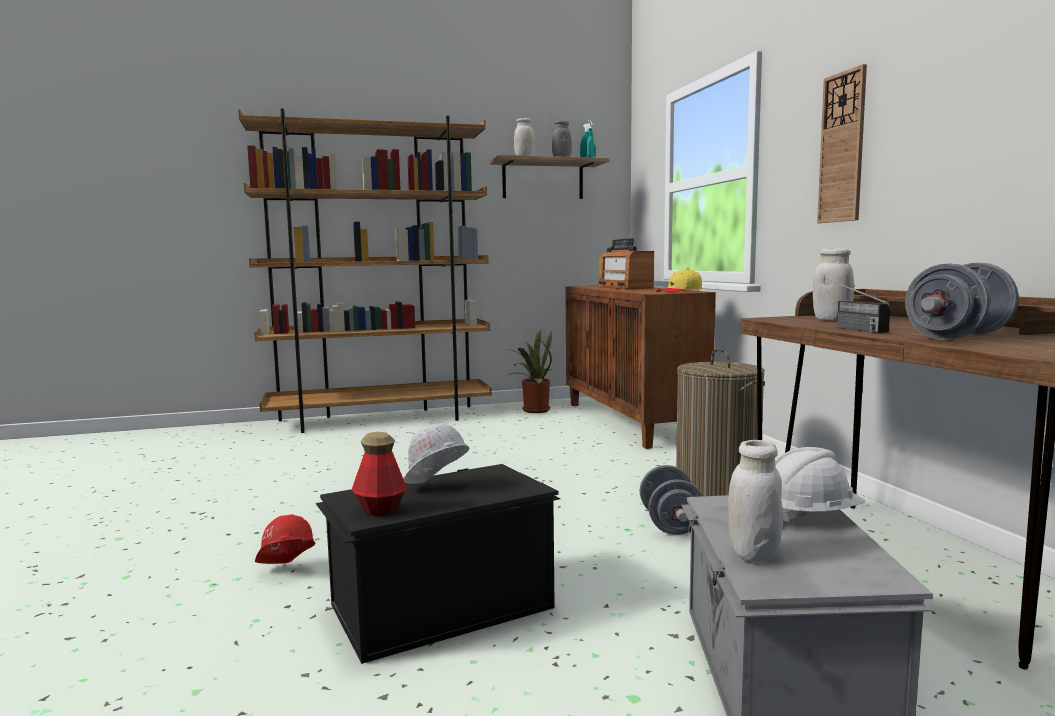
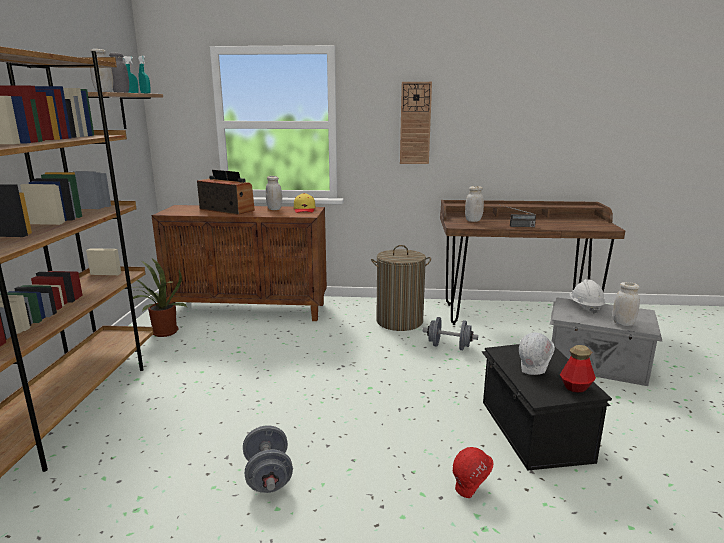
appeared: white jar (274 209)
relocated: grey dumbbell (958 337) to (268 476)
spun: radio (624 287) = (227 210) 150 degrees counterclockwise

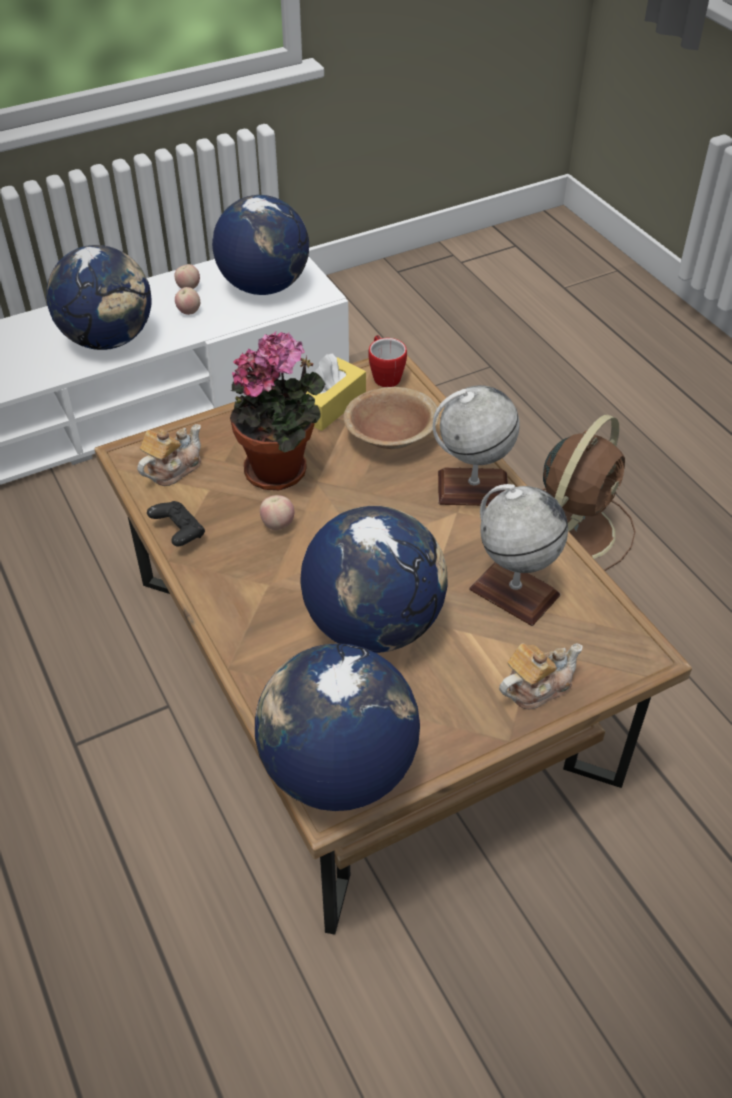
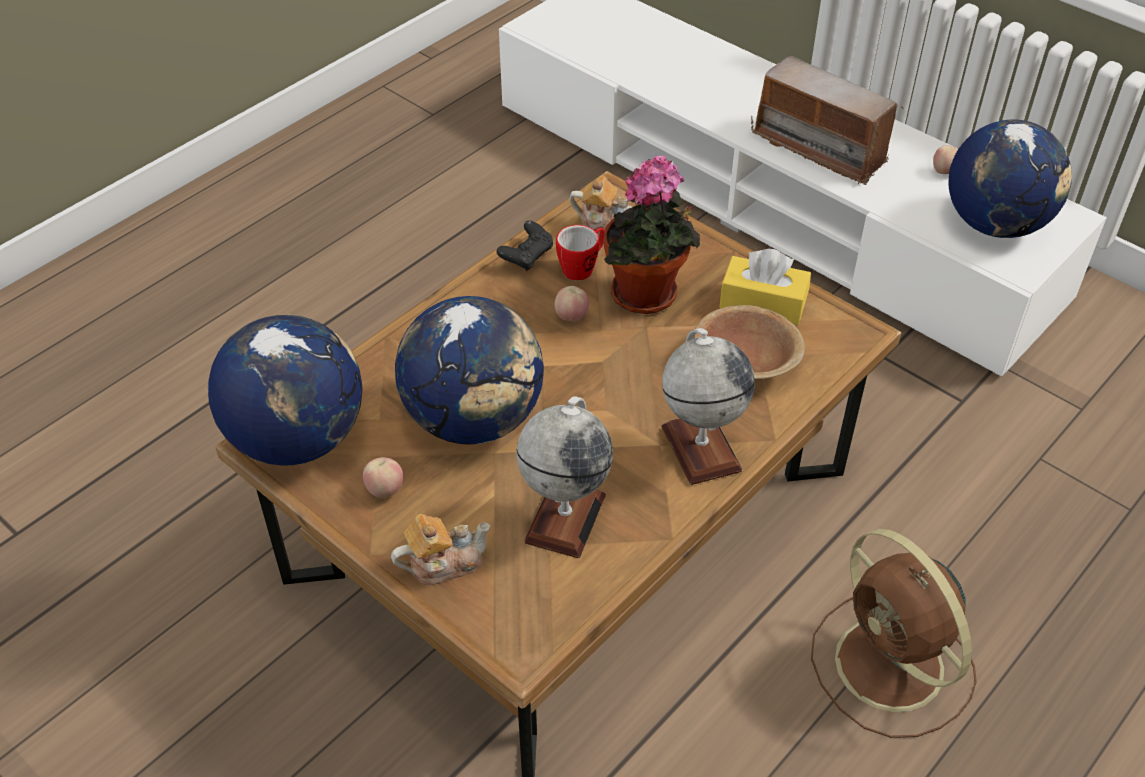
relocated: apple (189 312) to (385 490); mug (384 375) to (582 267)
exchanged: globe (108 339) to radio (820 148)
spun: teapot (536 687) = (443 562) 60 degrees counterclockwise; brown fan (576 528) = (892 668) 45 degrees clockwise

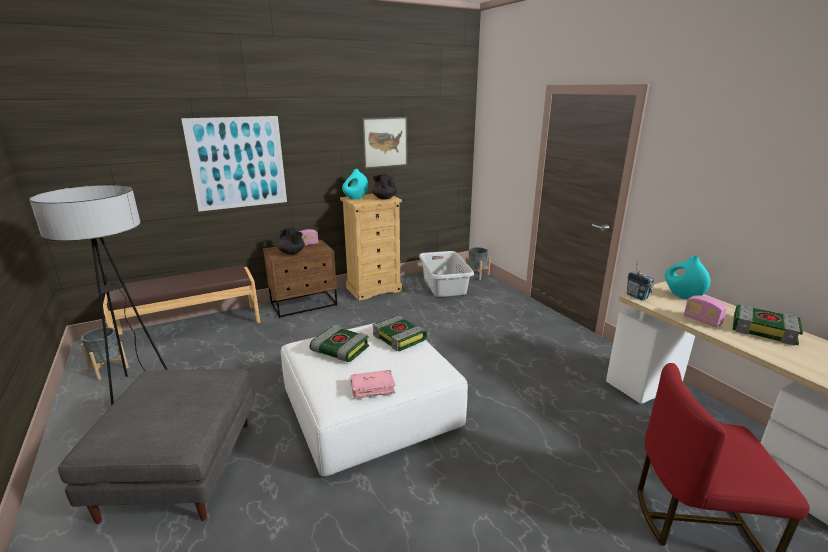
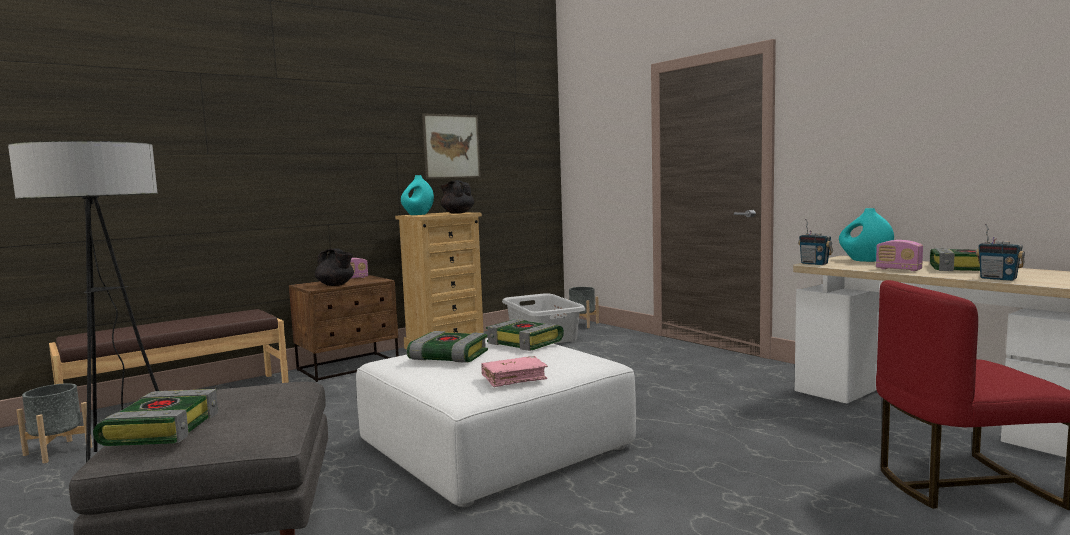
missing: picture (238 163)
appeared: book (161 429); radio (998 279)

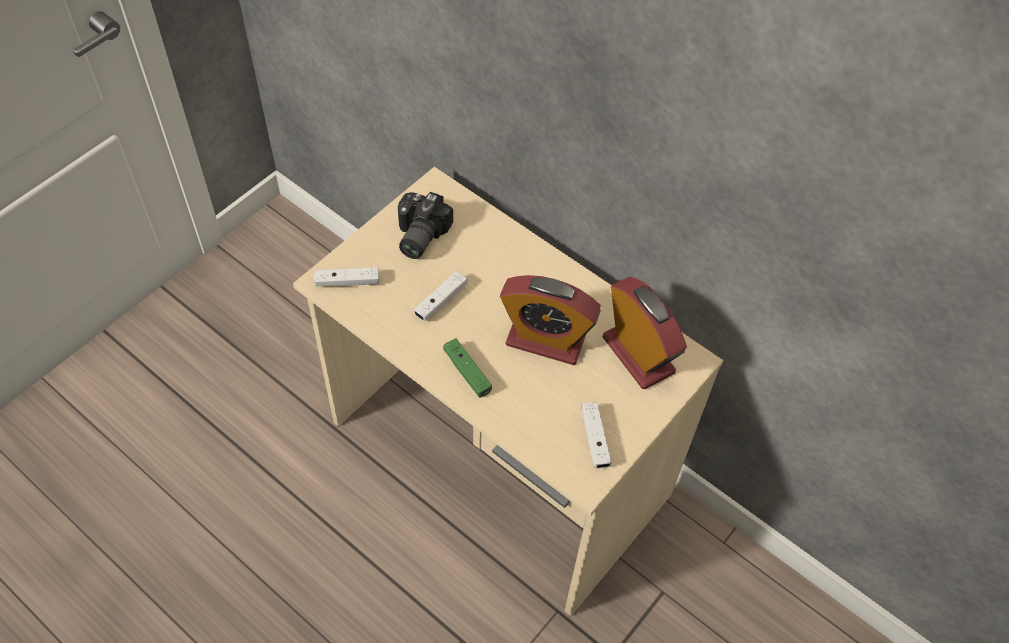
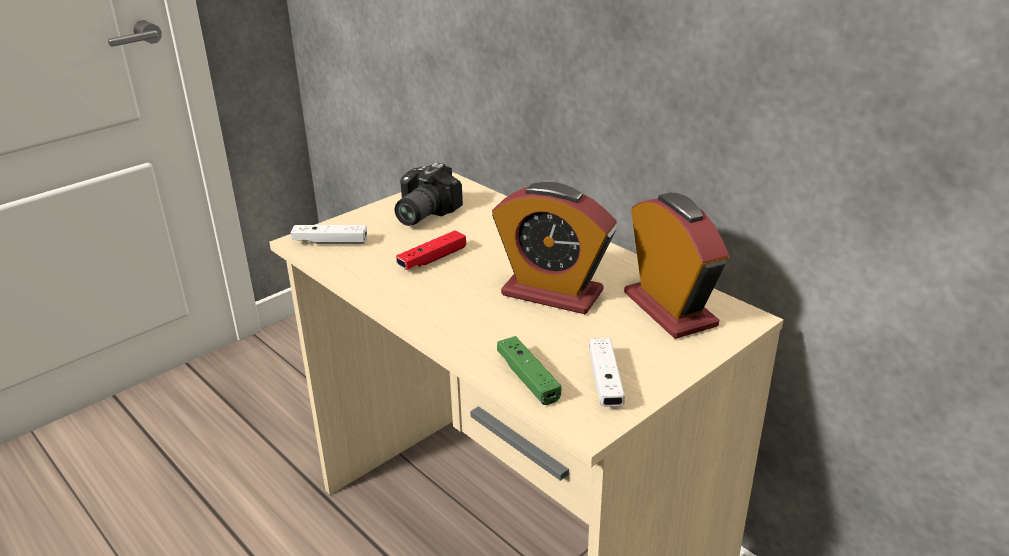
relocated: green game controller (467 372) to (528 378)
colour: white game controller (441 301) to red game controller (432 259)

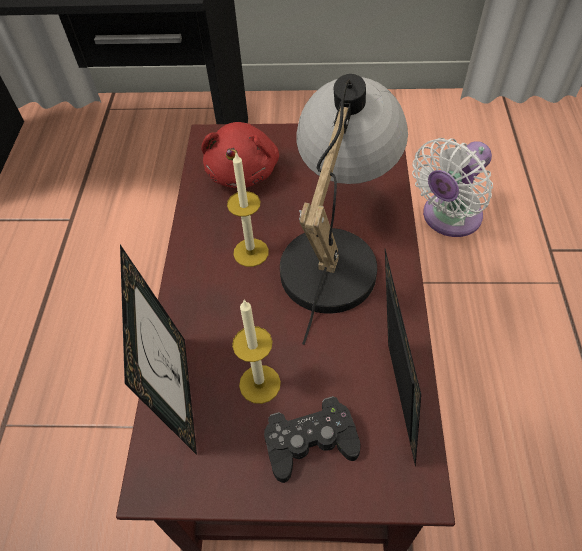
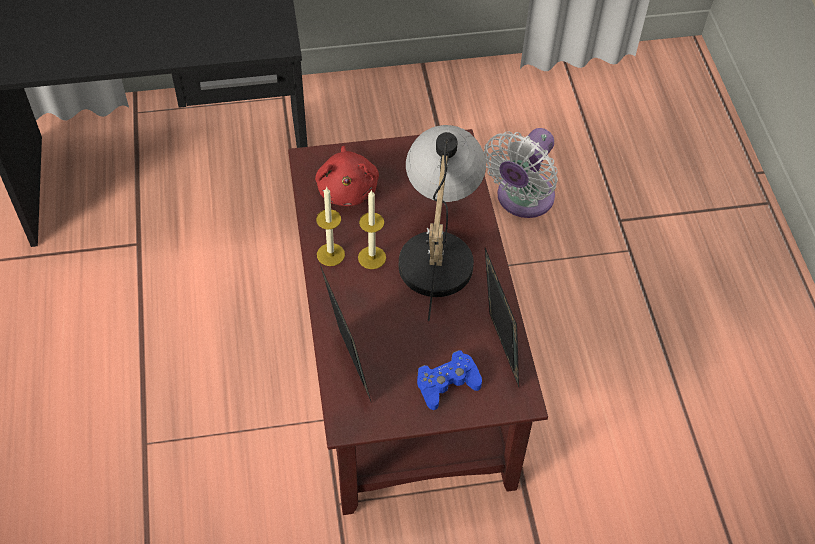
relocated: candle (260 384) to (330 254)
colour: black game controller (310 442) to blue game controller (447 383)

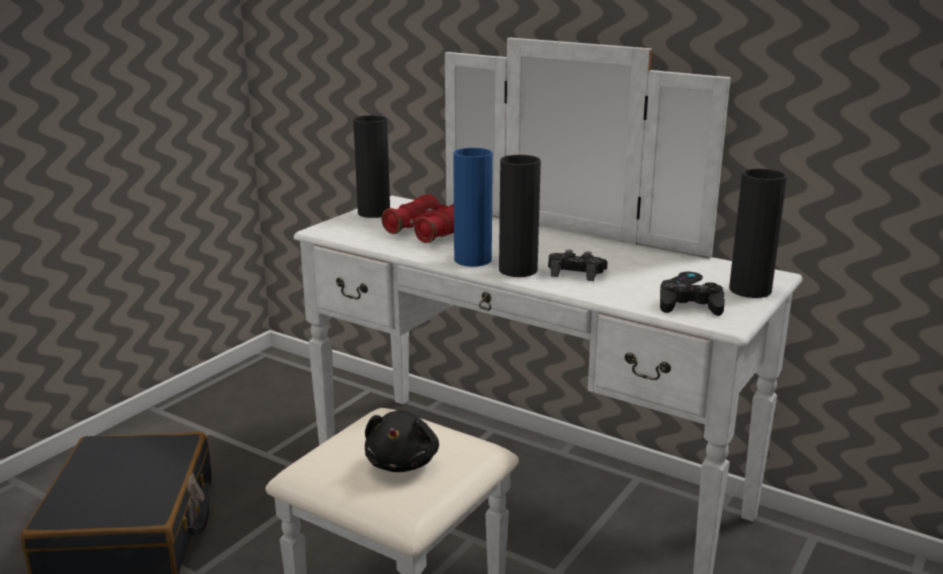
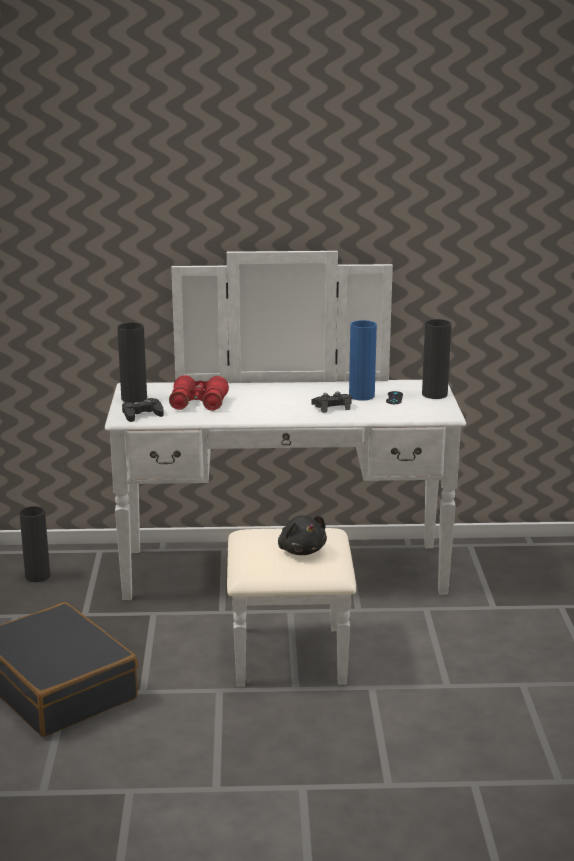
relocated: black vase (518 270) to (37 576); black game controller (690 306) to (142 415); blue vase (473 260) to (361 396)

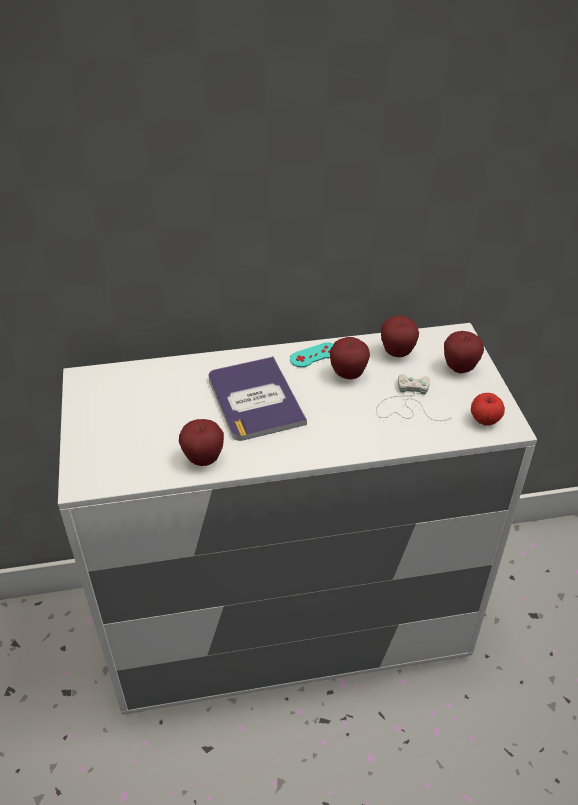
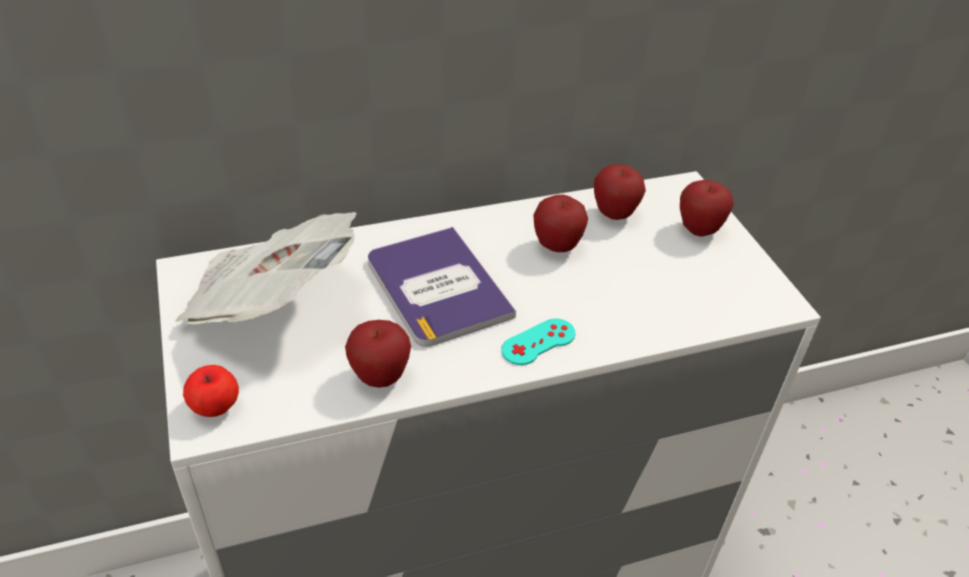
missing: white game controller (407 403)
appeared: newspaper (271 303)
relocated: apple (484 420) to (215 406); turquoise game controller (314 355) to (538 342)

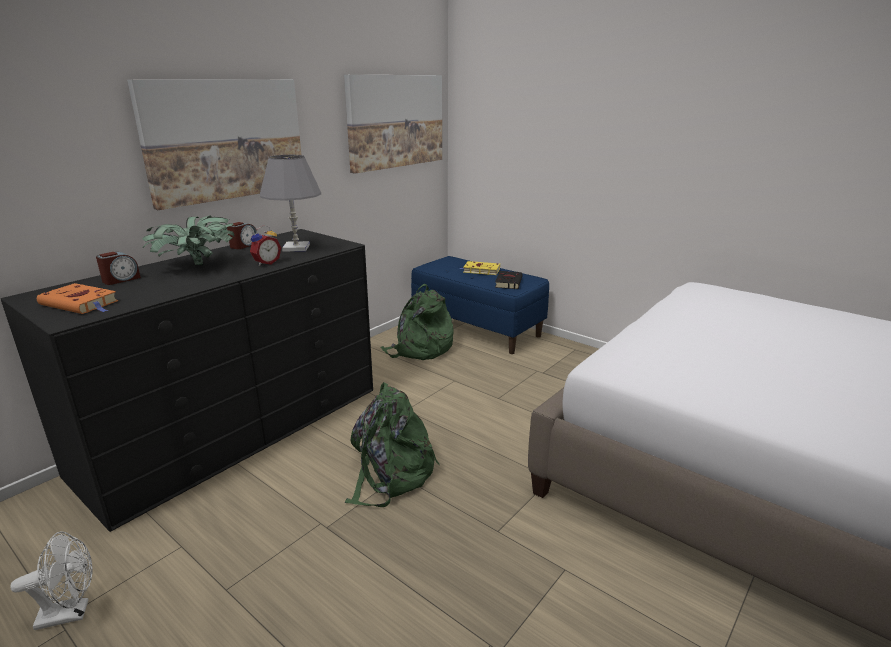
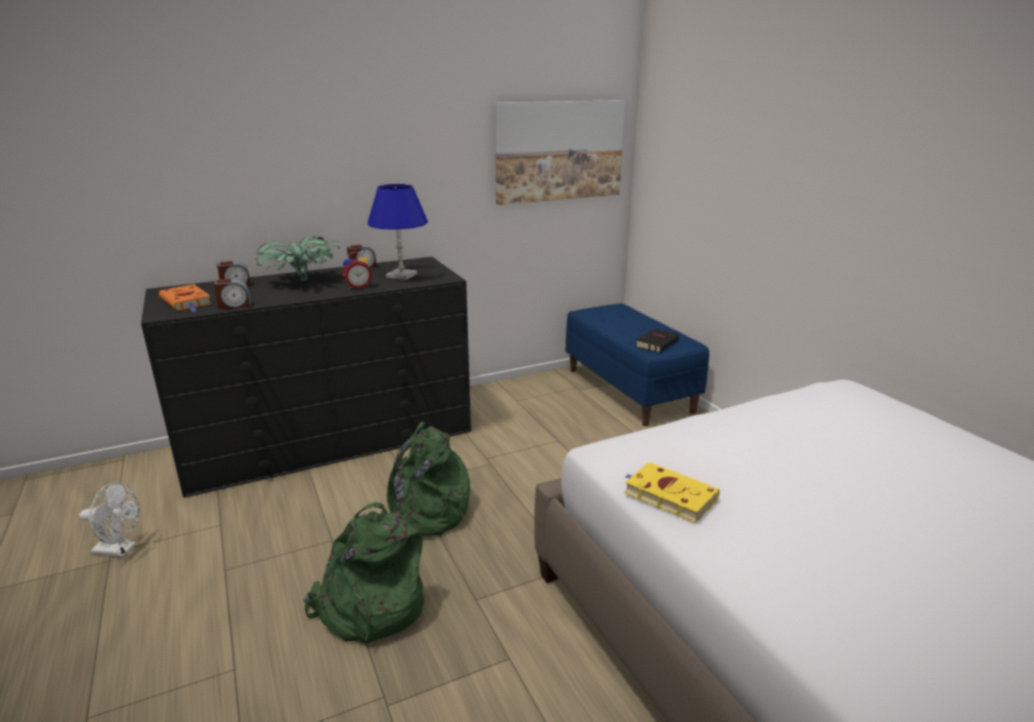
missing: picture (225 140)
appeared: alarm clock (234 305)
relocated: green backpack (420 349) to (369 607); yellow book (480 270) to (667 495)
colour: grey table lamp (296 248) to blue table lamp (401 275)

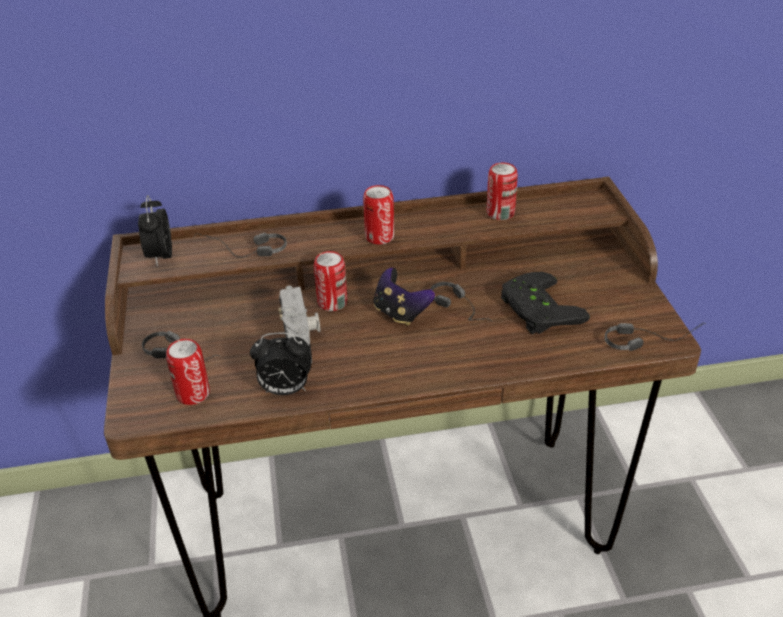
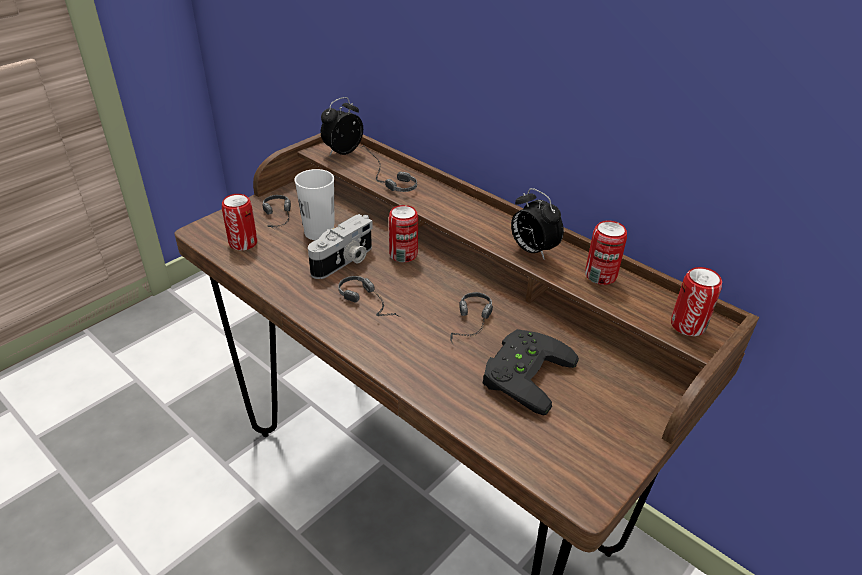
missing: game controller (400 313)
appeared: white cup (319 232)
relocated: headphones (650 338) to (374 305); alarm clock (285 390) to (532 250); can (379 237) to (687 325)

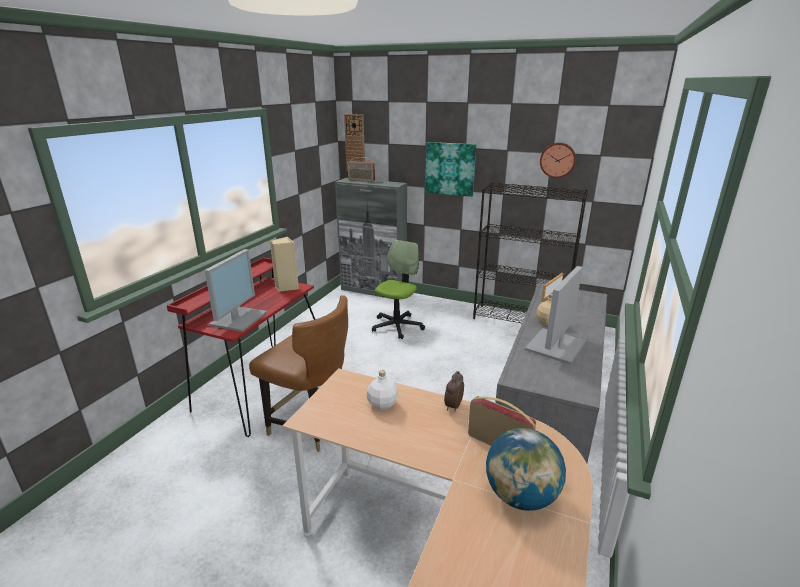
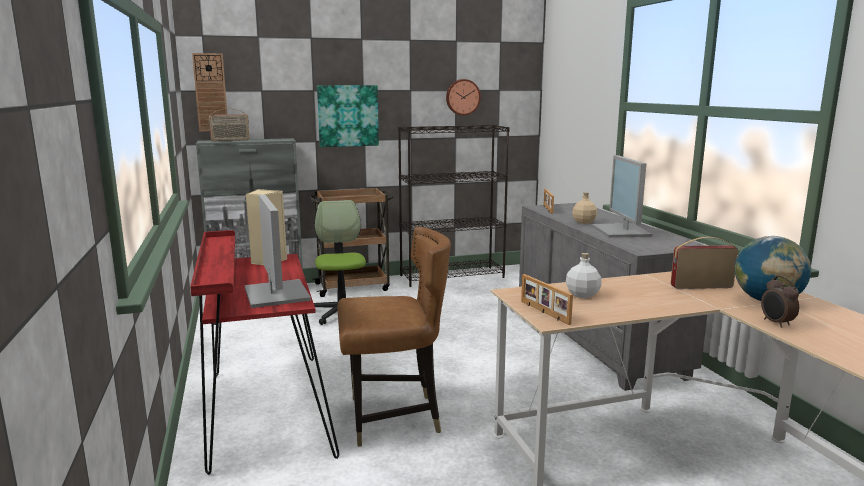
appeared: brown cart (353 287); picture frame (544 312)
relocated: alarm clock (453 406) to (776 323)

